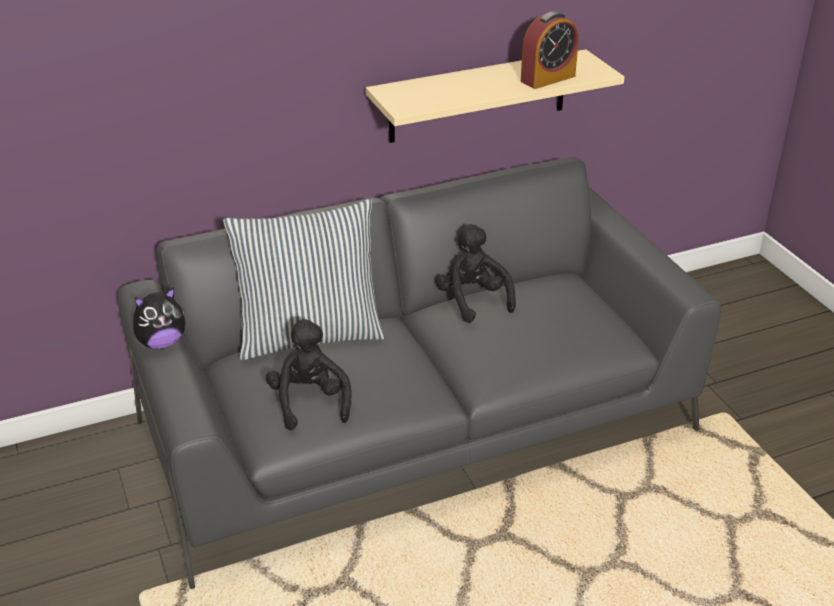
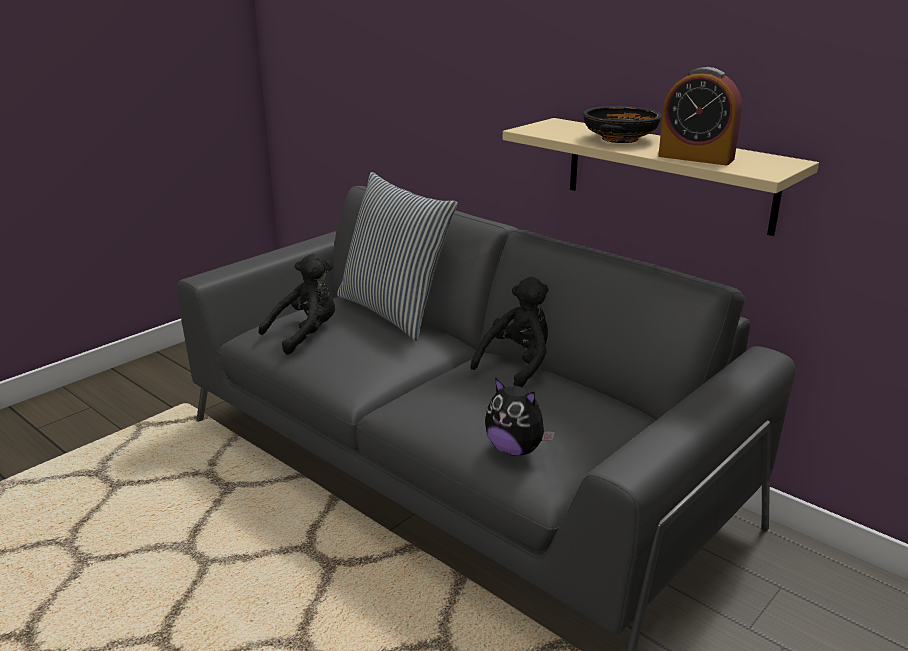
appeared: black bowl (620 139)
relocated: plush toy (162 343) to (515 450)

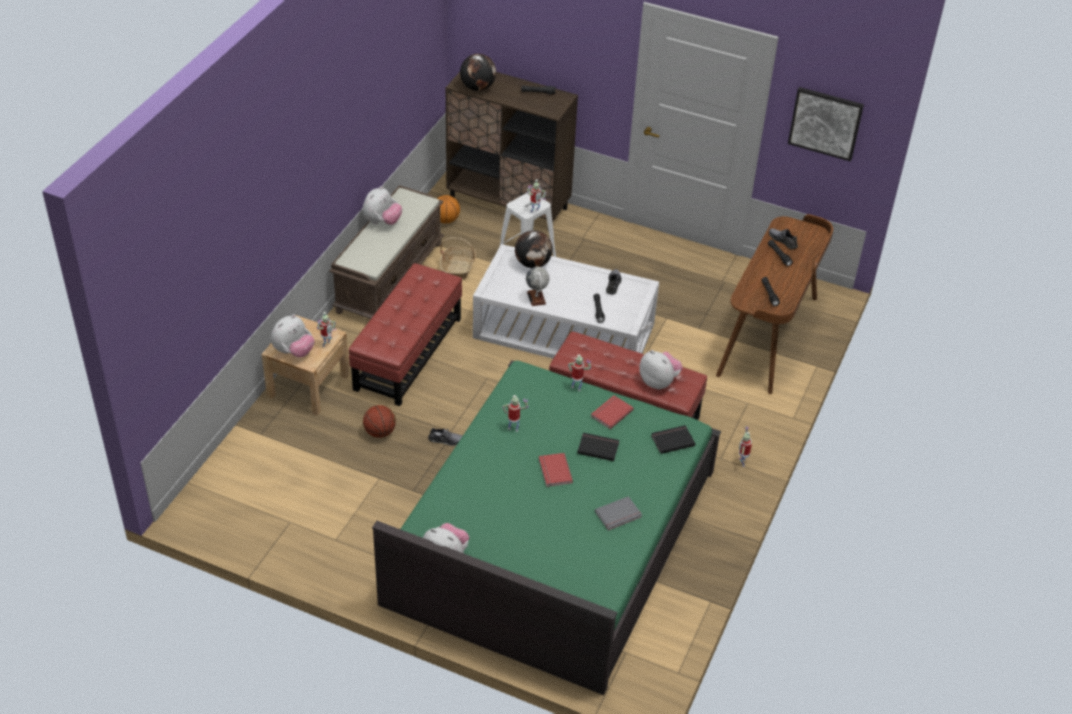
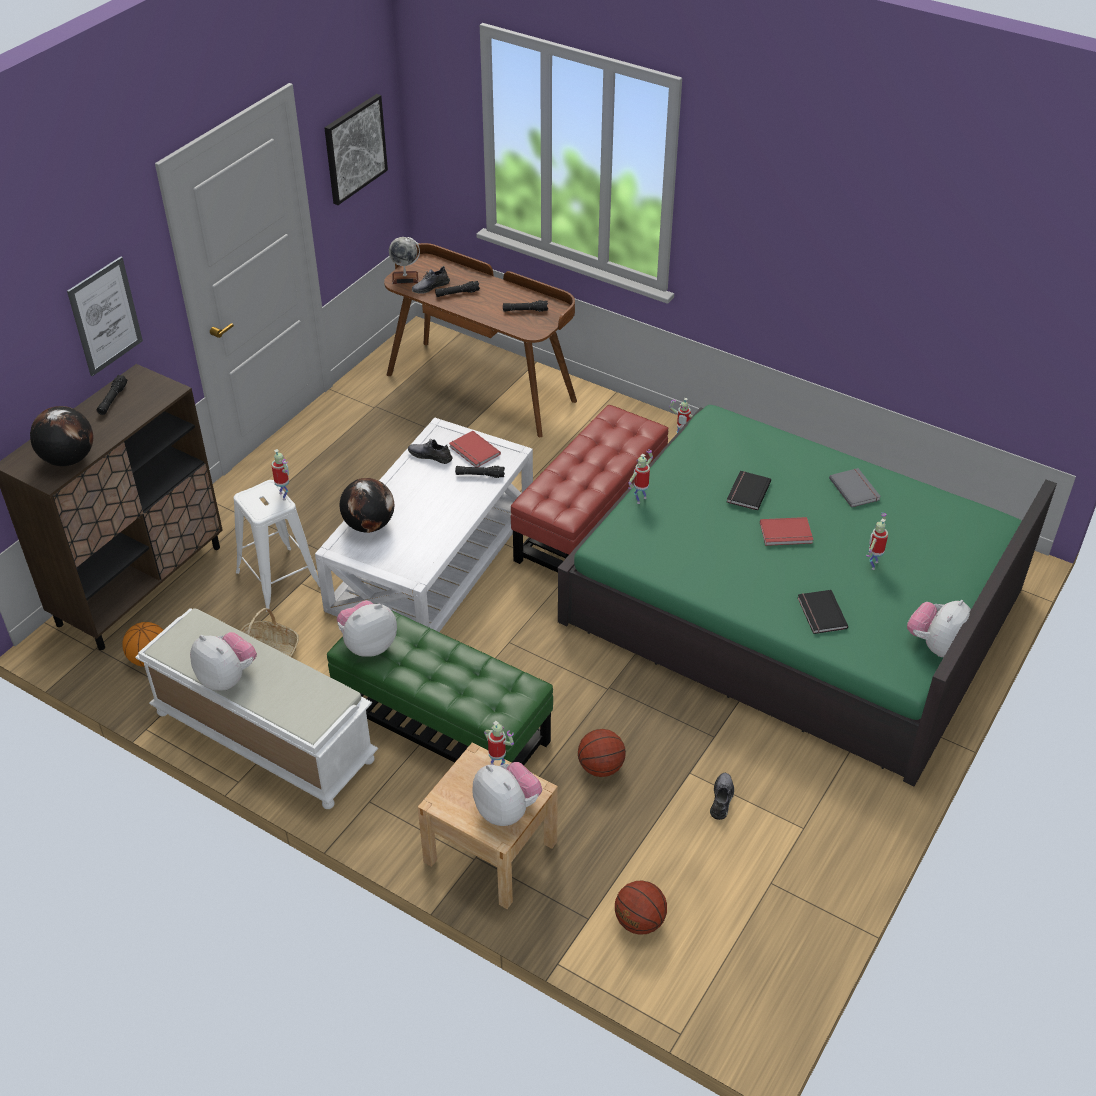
appeared: picture (105 316); basketball (639 921)
relocated: plush toy (659 382) to (368 645); globe (536 298) to (405 278); red book (611 413) to (473 451); grey shoe (446 440) to (722 798); black book (672 440) to (820 614); toy robot (514 428) to (873 564)
colour: brown bench (389 276) to white bench (262 737); red ottoman (407 353) to green ottoman (442 725)

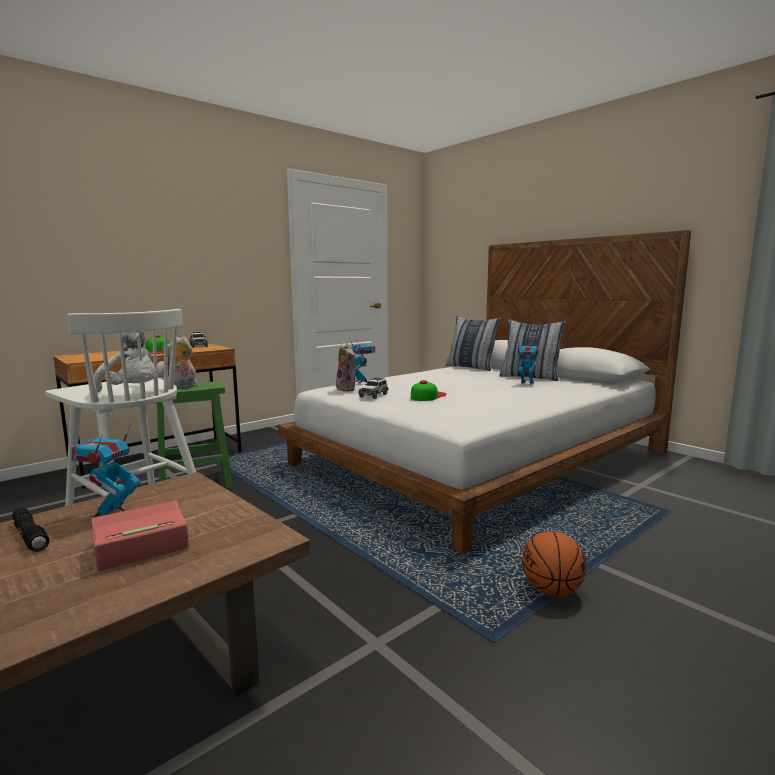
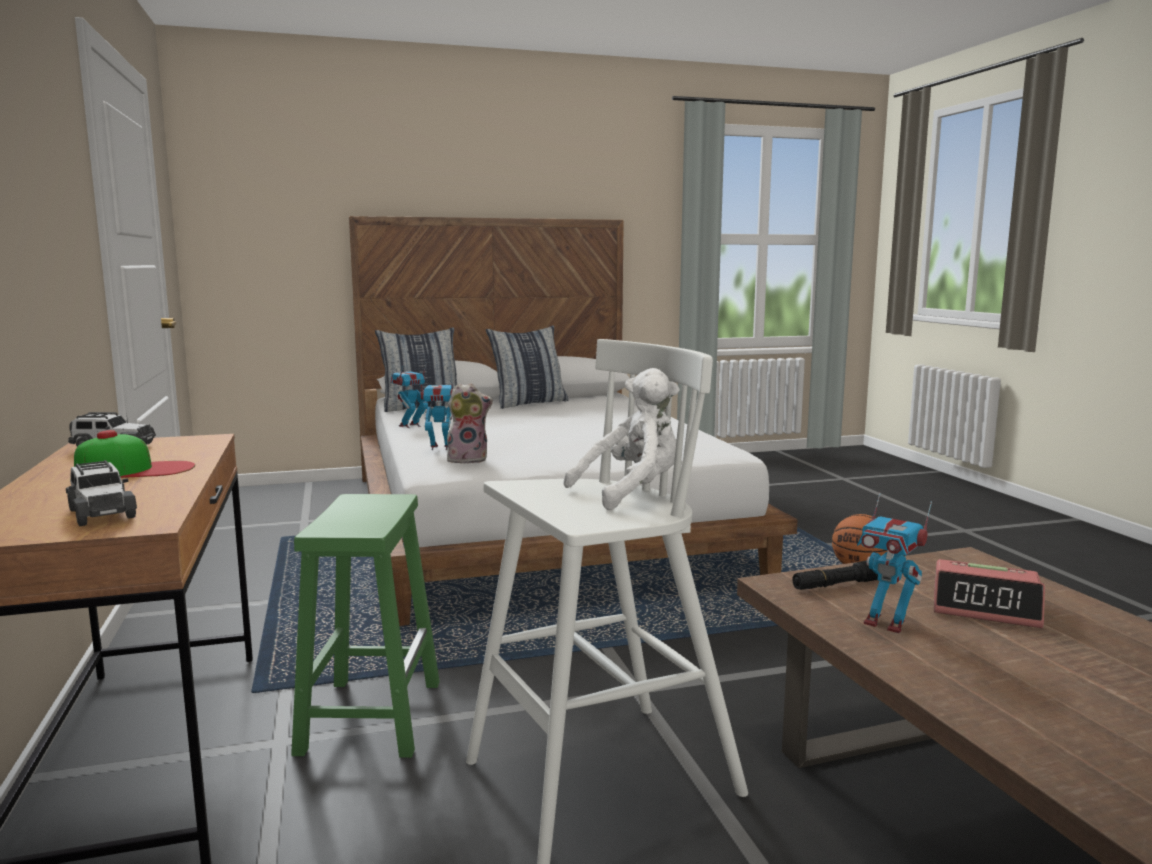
missing: plush toy (182 387); cap (428 396)
relocated: toy car (374 395) to (101 513); toy robot (526 383) to (410 426); black flashlight (30 535) to (840 584)
spun: alarm clock (140 546) = (986 607) 60 degrees counterclockwise

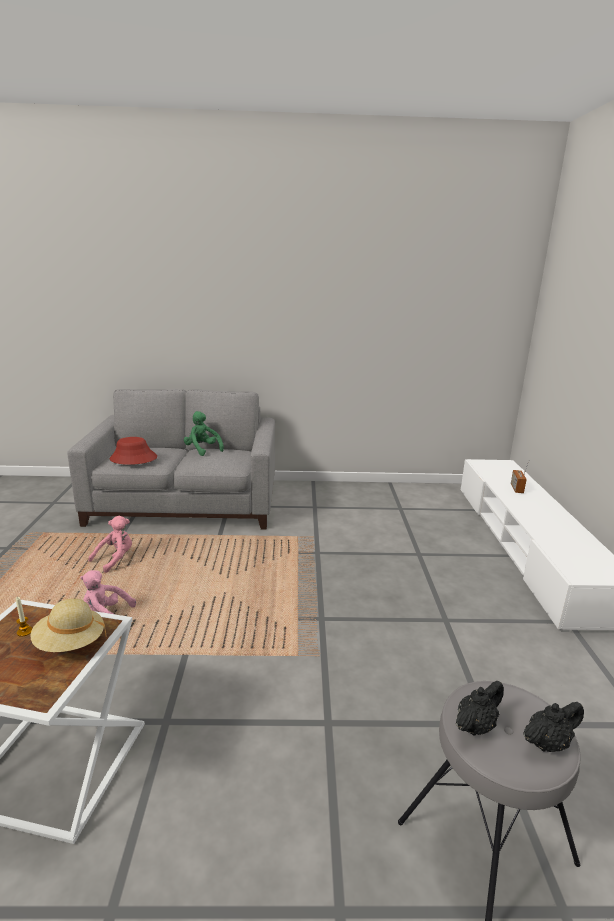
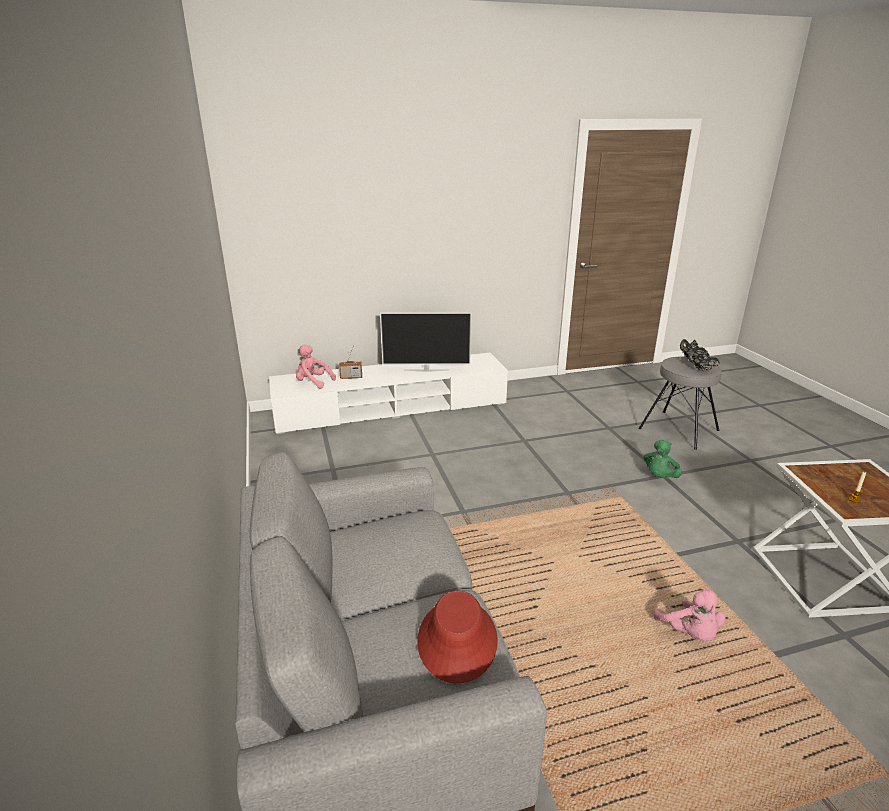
missing: beige hat (70 643)
appeared: television (426 370)
relocated: pink plush toy (115 559) to (313 382); green plush toy (202 450) to (659 477)

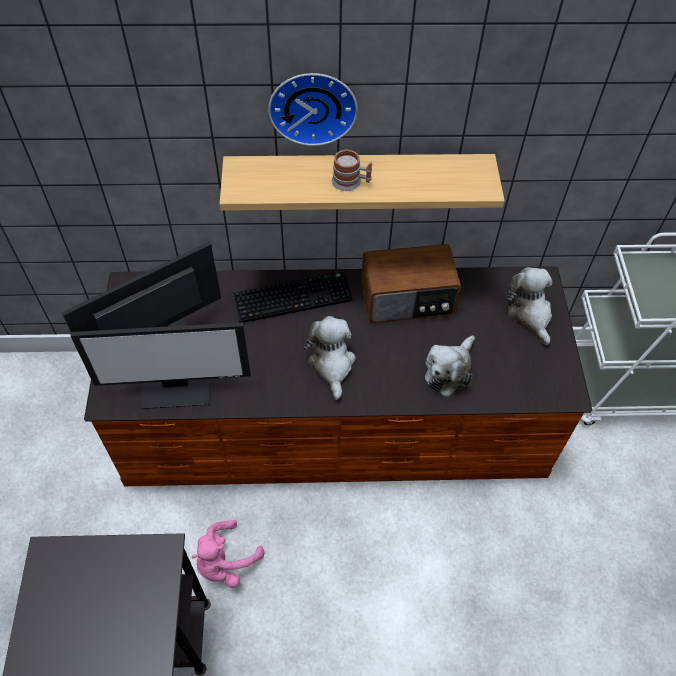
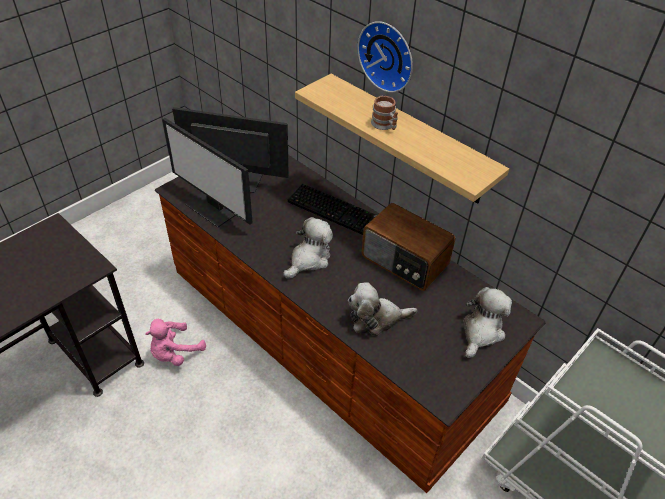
spun: pink plush toy (225 562) = (175 353) 45 degrees counterclockwise

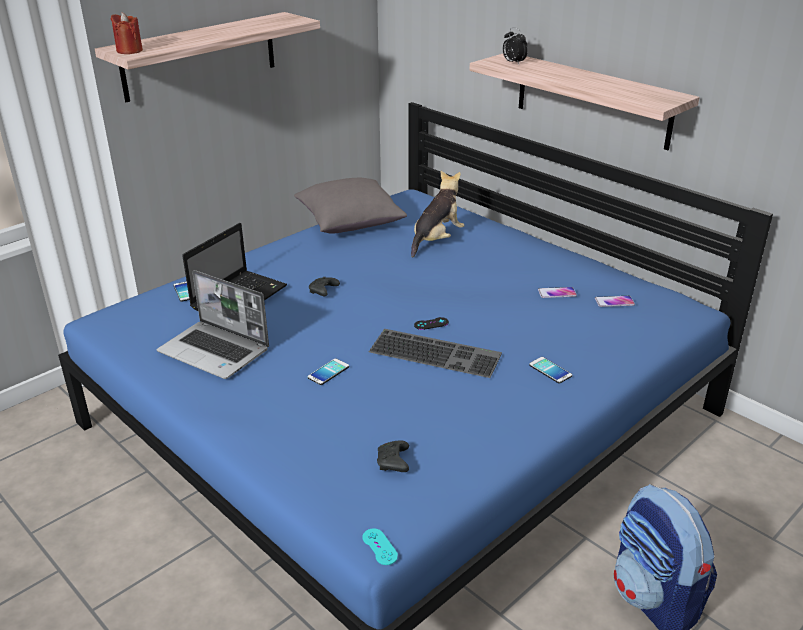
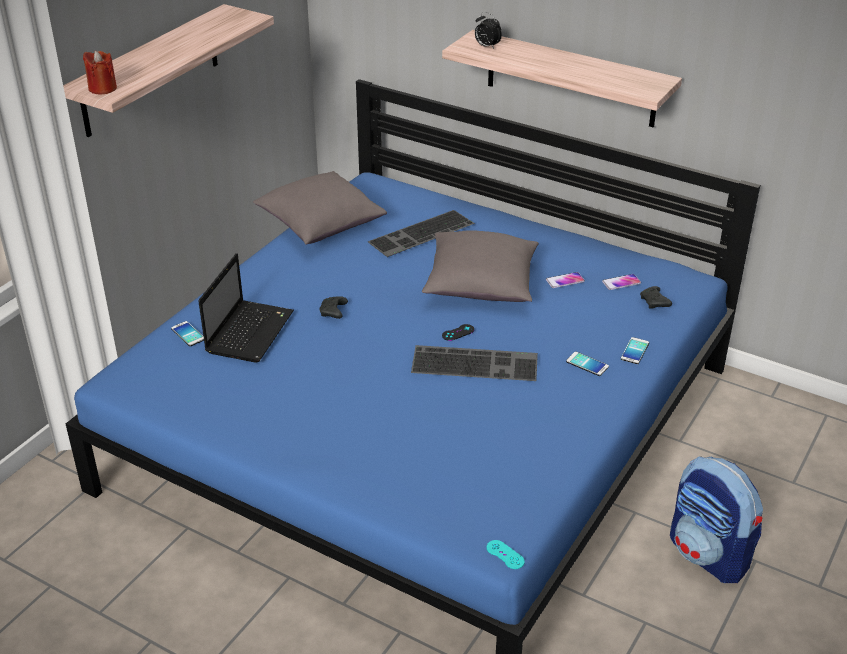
missing: laptop (215 351)
appeared: grey pillow (480 286)
relocated: phone (328 372) to (635 351); black game controller (394 463) to (654 303)
exchanged: plush toy (436 240) to keyboard (422 234)

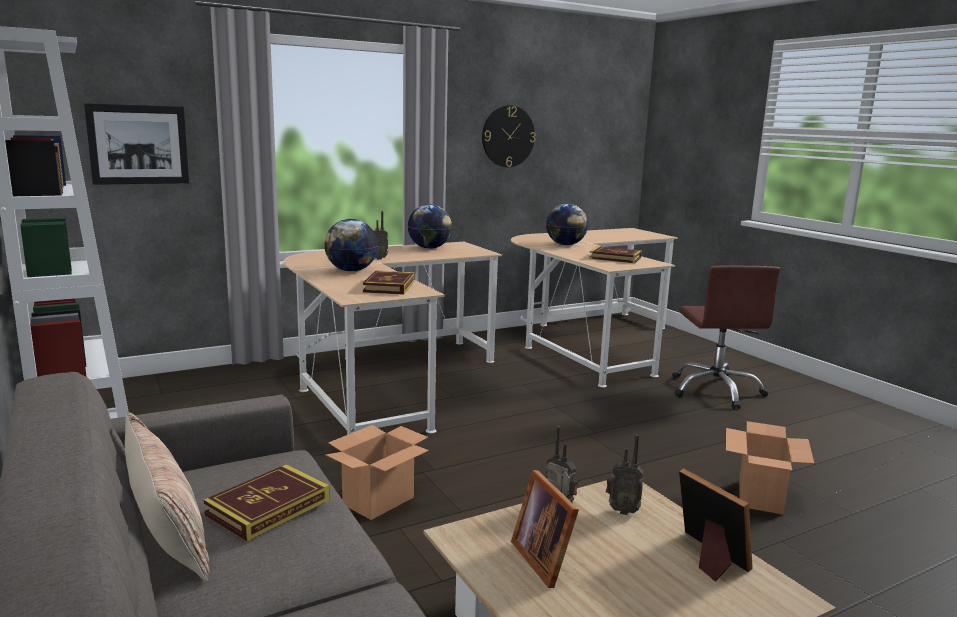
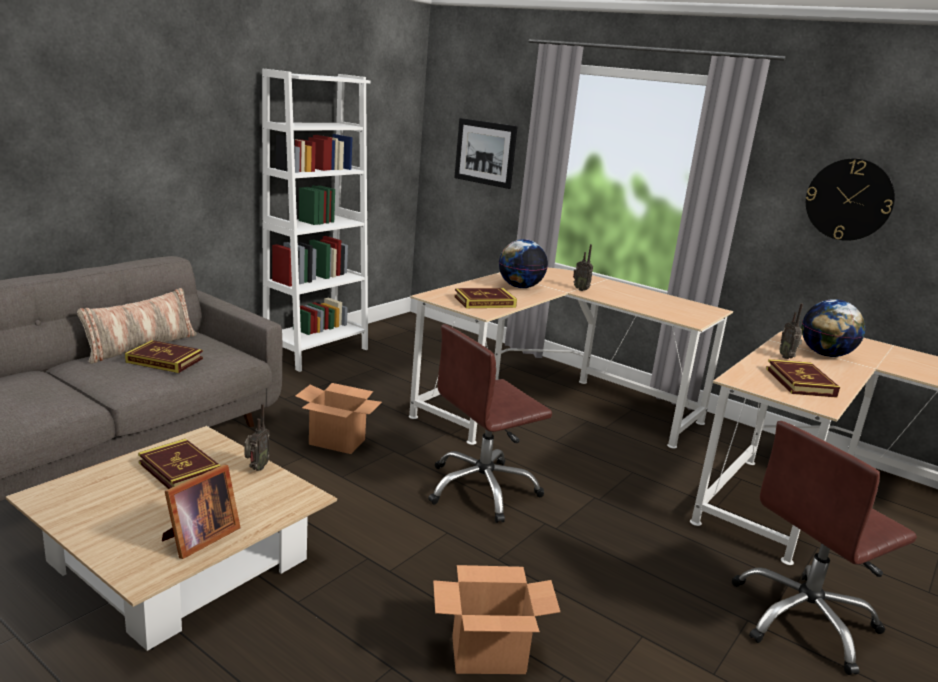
missing: globe (429 248)
appeared: brown office chair (482 489)
relocated: radio (622 510) to (787 357)
exchanged: picture frame (545 558) to book (179 469)

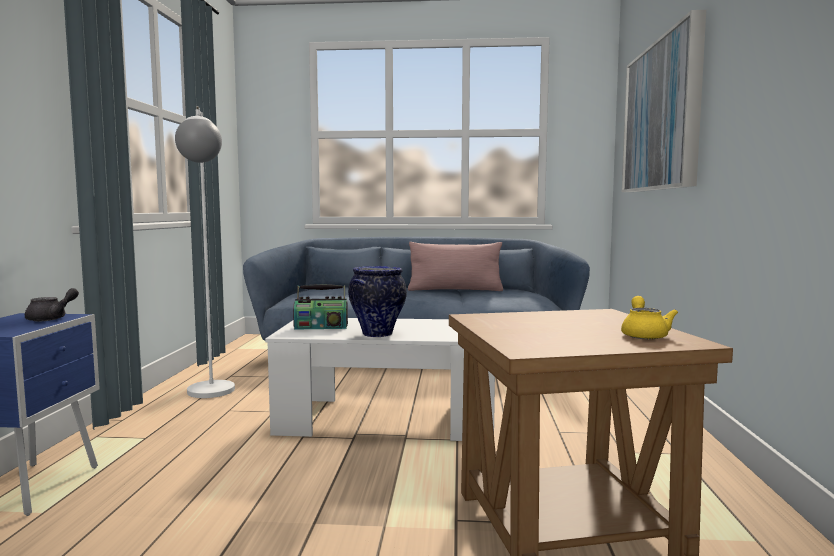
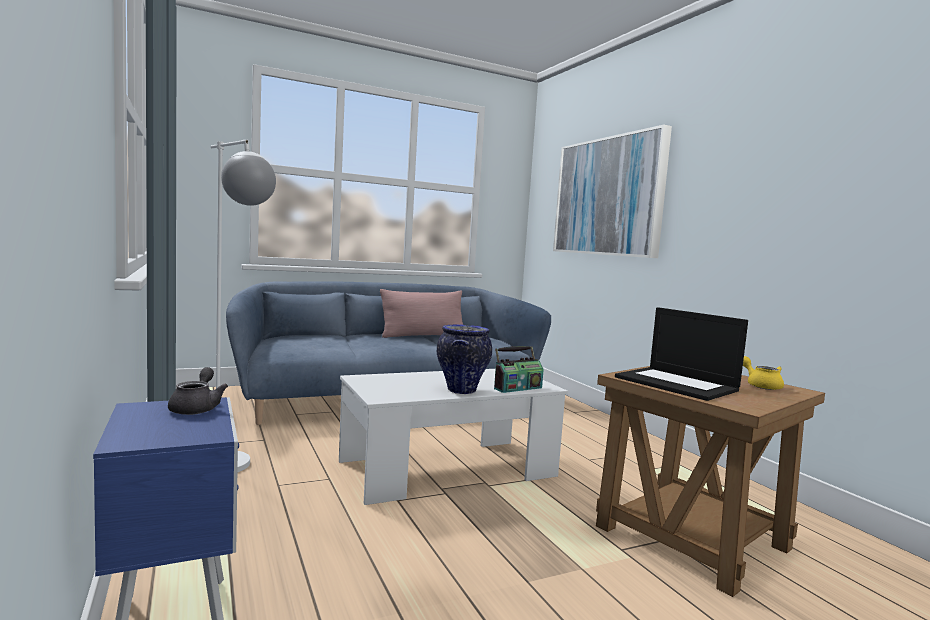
appeared: laptop (678 384)
relocated: radio (321 327) to (517 388)

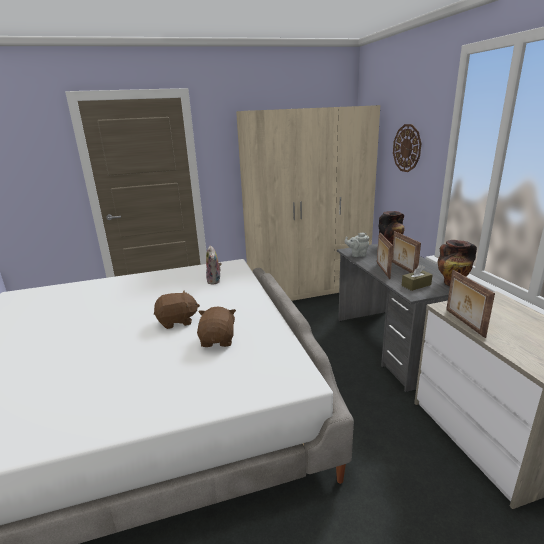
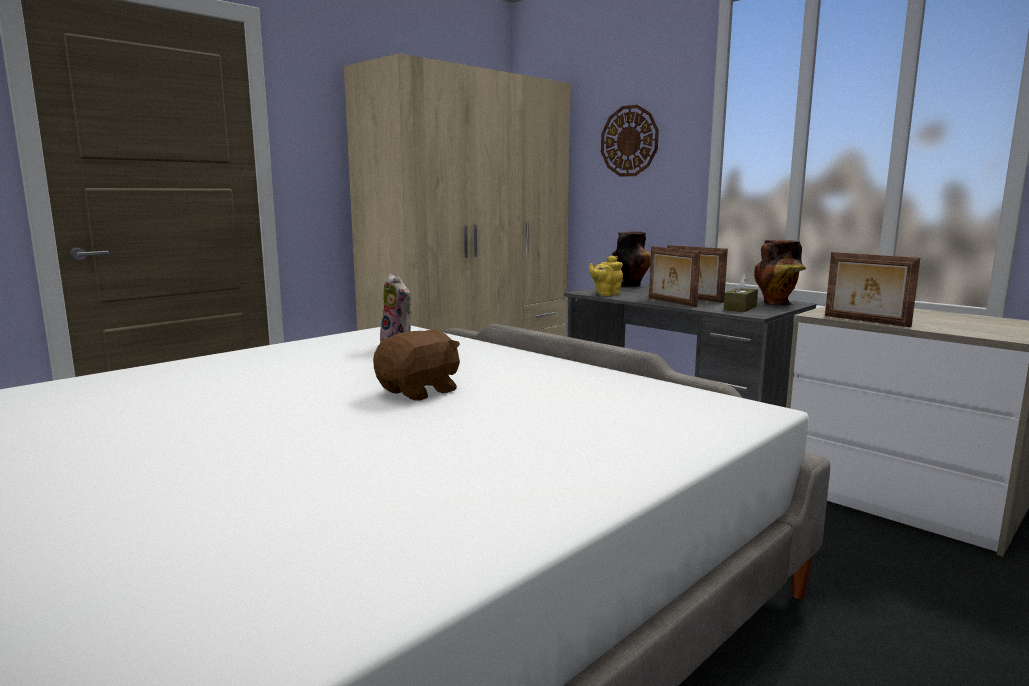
missing: brown plush toy (218 340)
colour: grey teapot (357 255) to yellow teapot (606 294)

